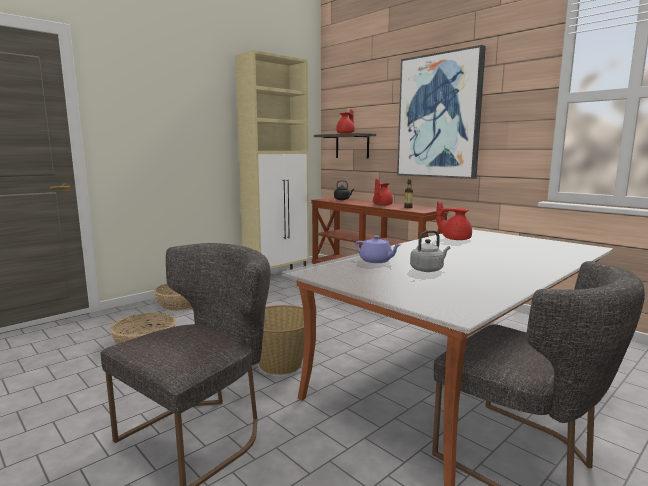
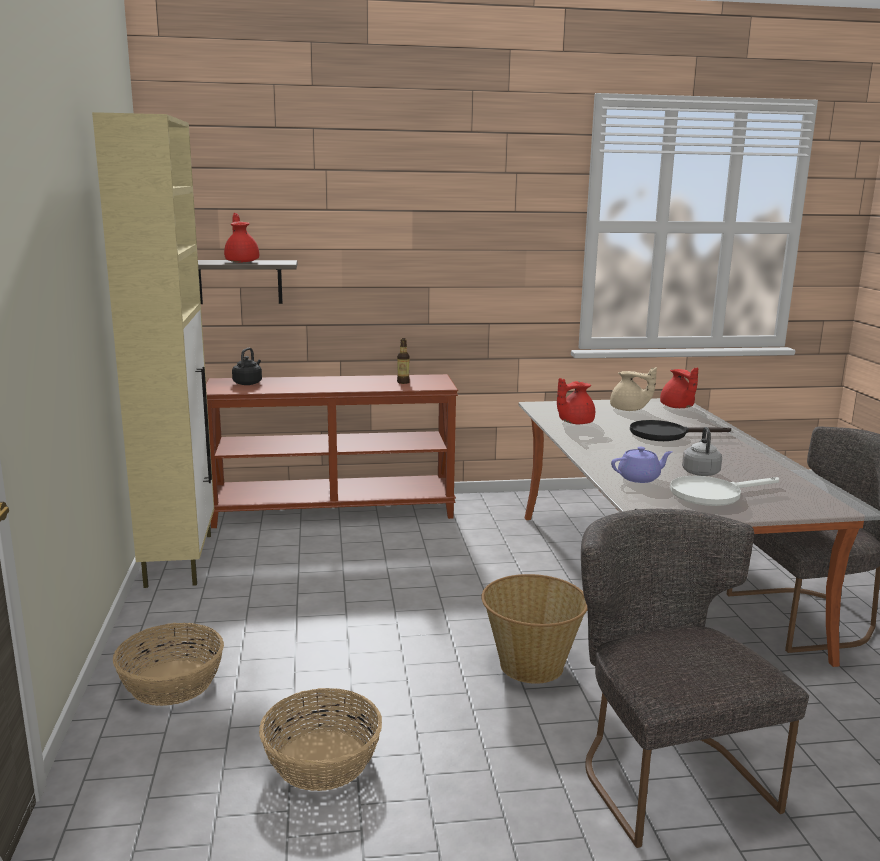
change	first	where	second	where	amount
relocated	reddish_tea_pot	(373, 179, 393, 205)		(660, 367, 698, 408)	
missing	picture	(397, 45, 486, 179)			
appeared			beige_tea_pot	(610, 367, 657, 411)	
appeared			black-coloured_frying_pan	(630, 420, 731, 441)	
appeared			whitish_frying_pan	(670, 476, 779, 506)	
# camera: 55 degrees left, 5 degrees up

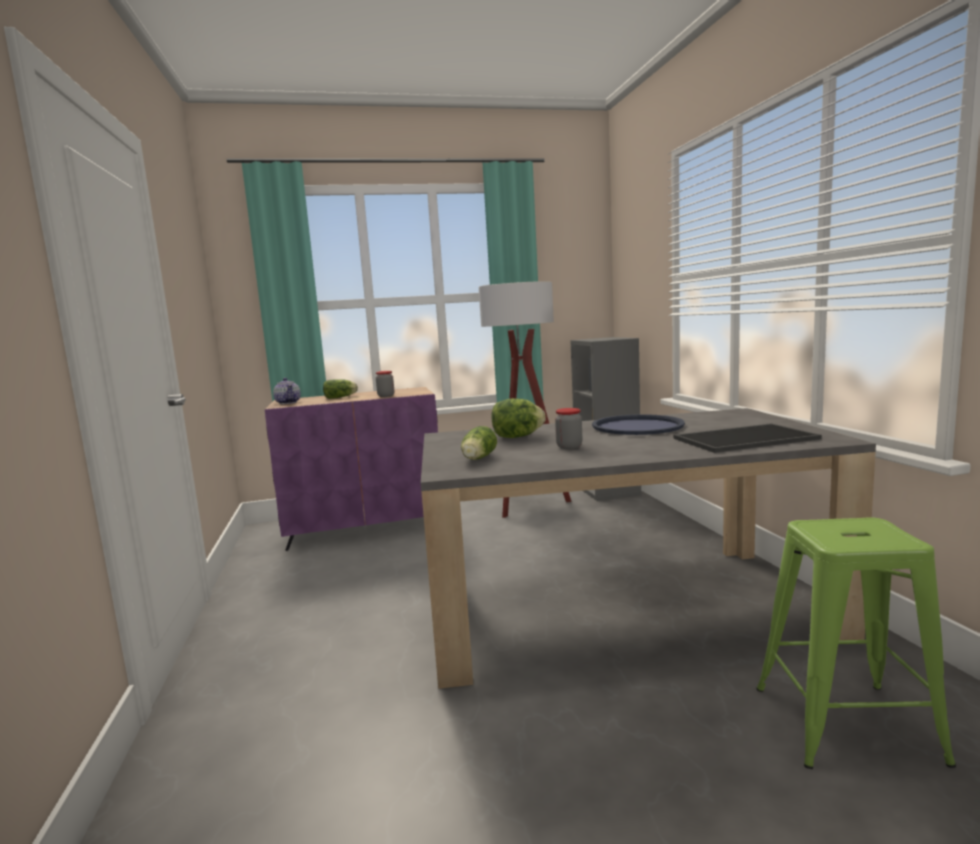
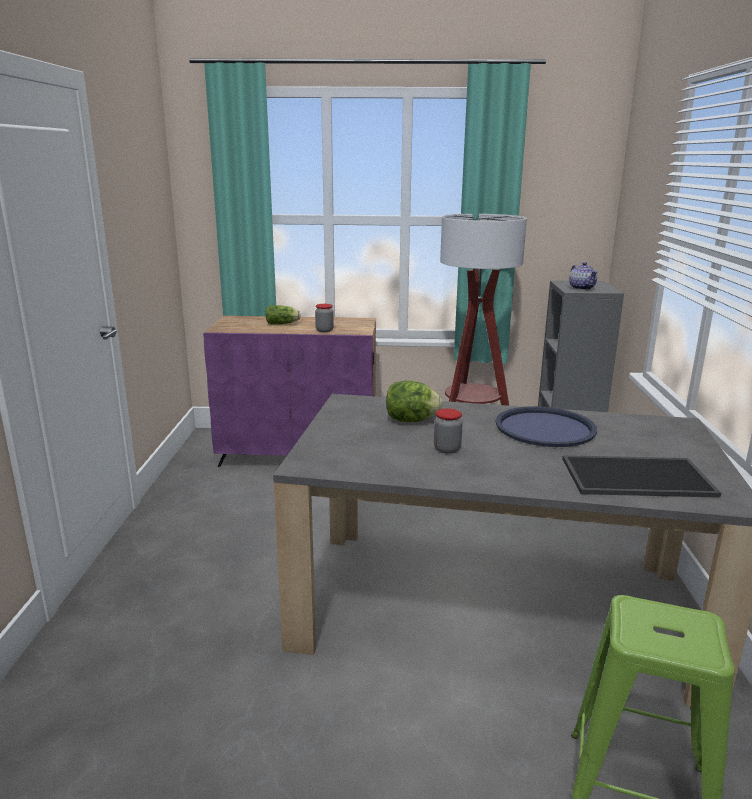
change	first	where	second	where	amount
relocated	tea_pot	(273, 378, 301, 404)		(569, 262, 597, 290)	
missing	head_of_lettuce	(461, 426, 497, 460)			
# camera: 15 degrees right, 10 degrees up

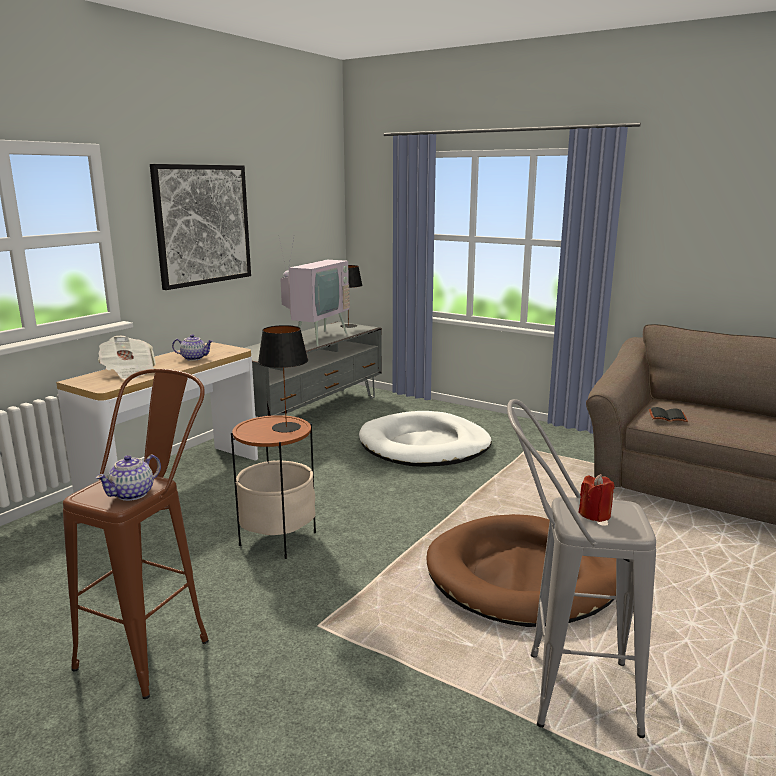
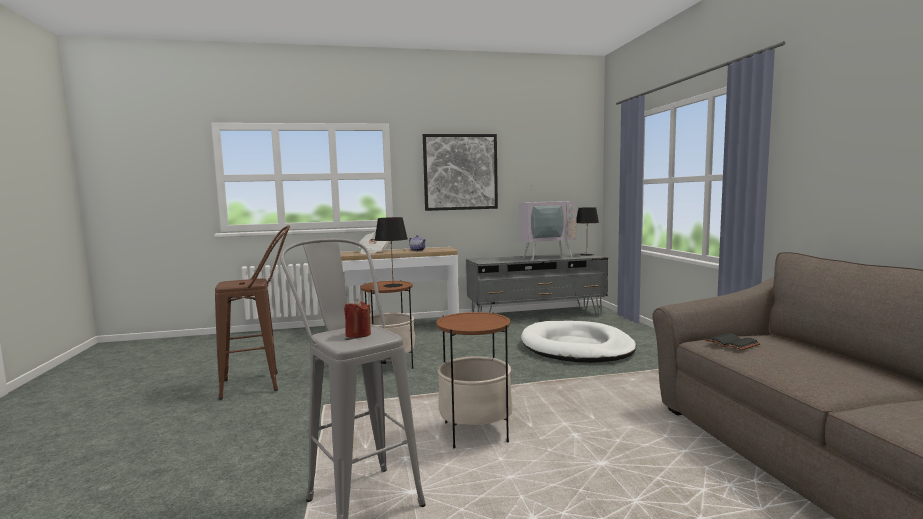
change	first	where	second	where	amount
missing	tea_pot	(95, 454, 161, 501)			
exchanged	brown-coloured_dog_cushion	(427, 514, 616, 627)	side_table	(436, 312, 512, 448)	
# camera: 45 degrees right, 10 degrees down

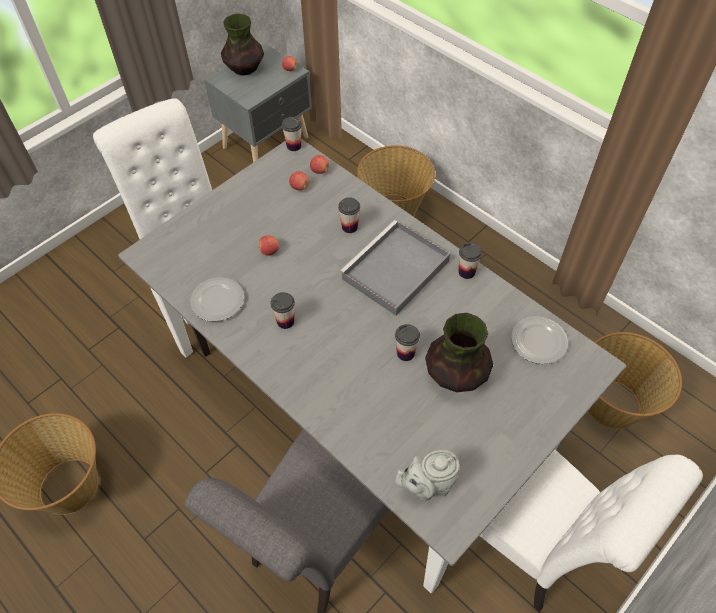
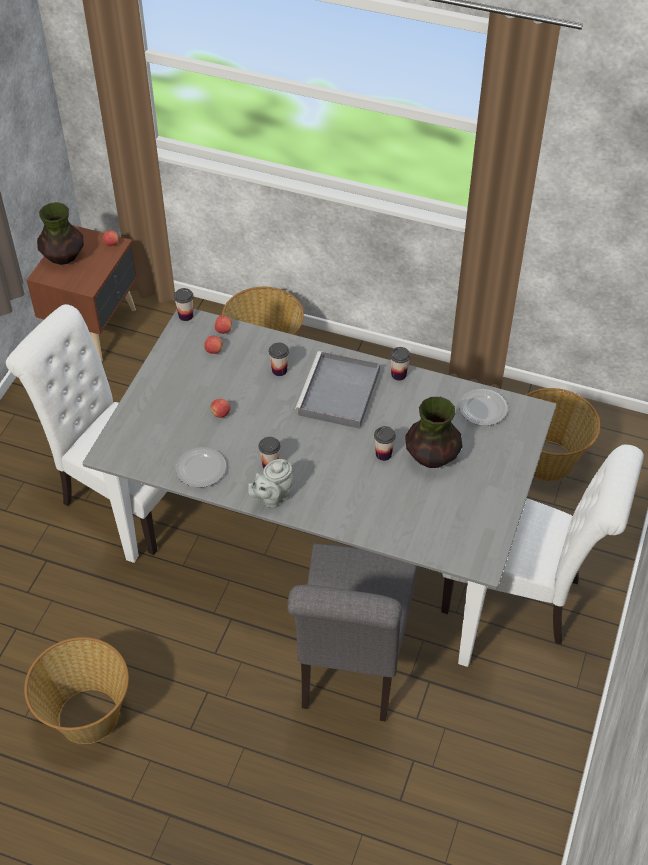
change	first	where	second	where	amount
colour	greyish_nightstand	(204, 43, 312, 162)	brown-coloured_nightstand	(26, 225, 138, 362)	
relocated	greyish_tea_pot	(395, 450, 460, 501)		(248, 459, 293, 509)	
# camera: 25 degrees left, 5 degrees down

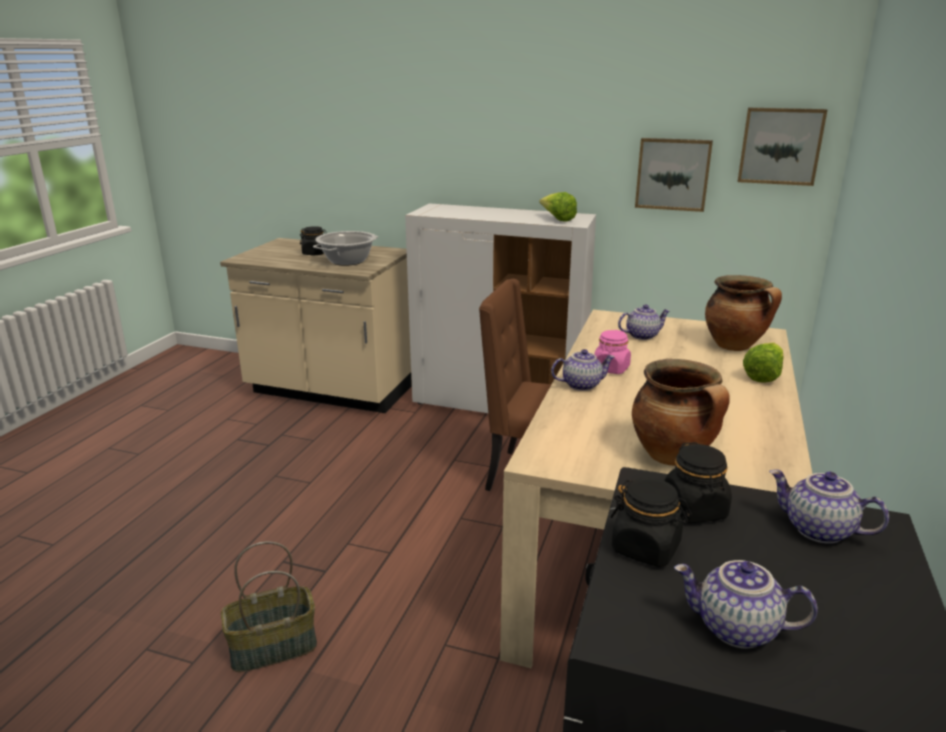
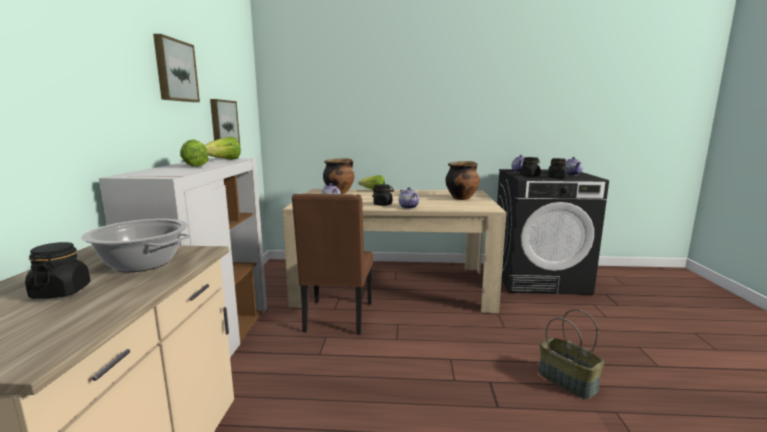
change	first	where	second	where	amount
colour	pinkish_preserve_jar	(594, 330, 631, 374)	black-coloured_preserve_jar	(372, 184, 394, 206)	
relocated	picture	(738, 108, 827, 186)		(153, 34, 200, 102)	
appeared			head_of_lettuce	(180, 139, 209, 167)	
# camera: 105 degrees left, 10 degrees down

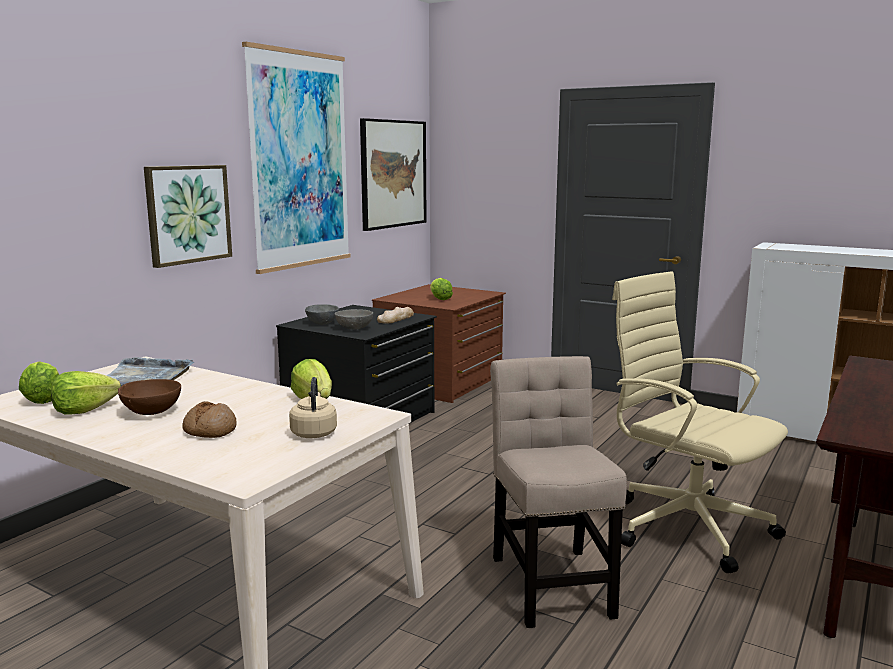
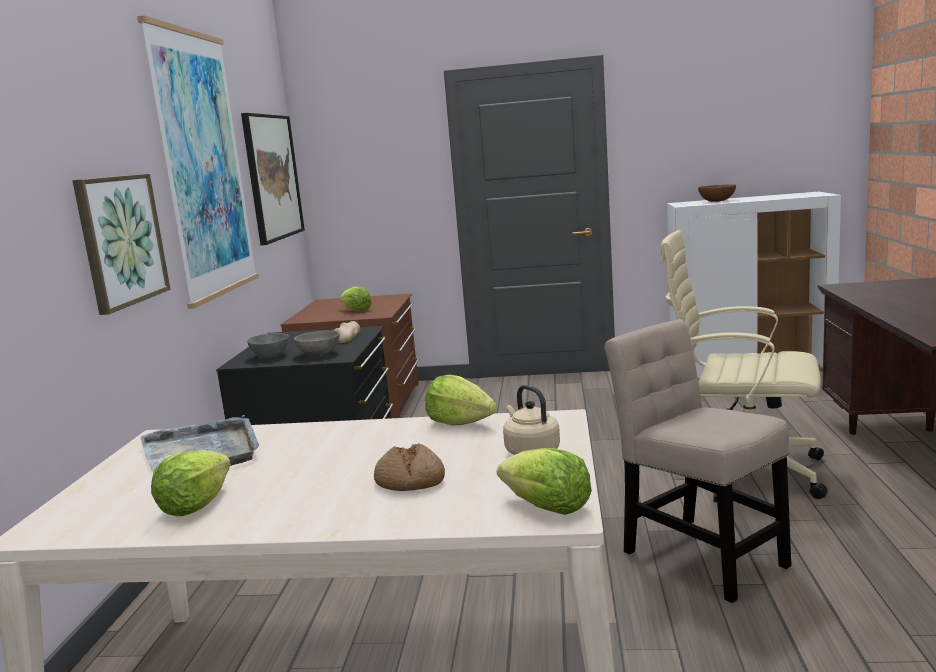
change	first	where	second	where	amount
relocated	head_of_lettuce	(19, 361, 59, 404)		(497, 448, 592, 515)	
relocated	brown-coloured_deep_dish	(118, 379, 181, 415)		(698, 184, 736, 202)	
# camera: 25 degrees left, 0 degrees up

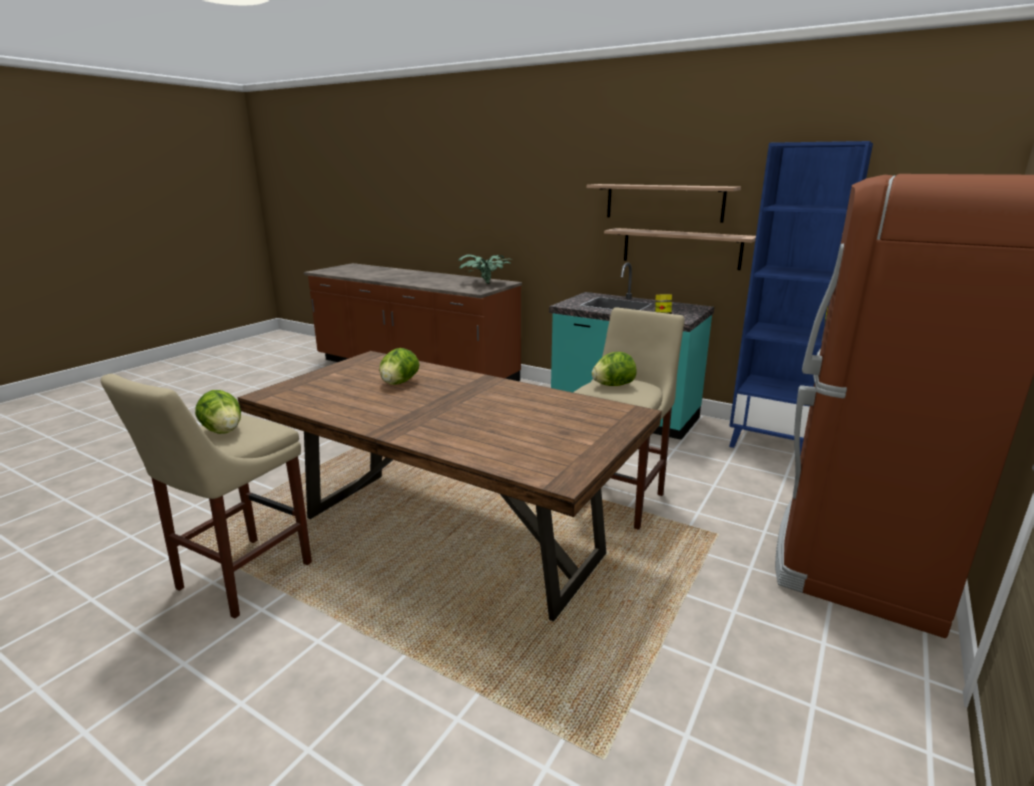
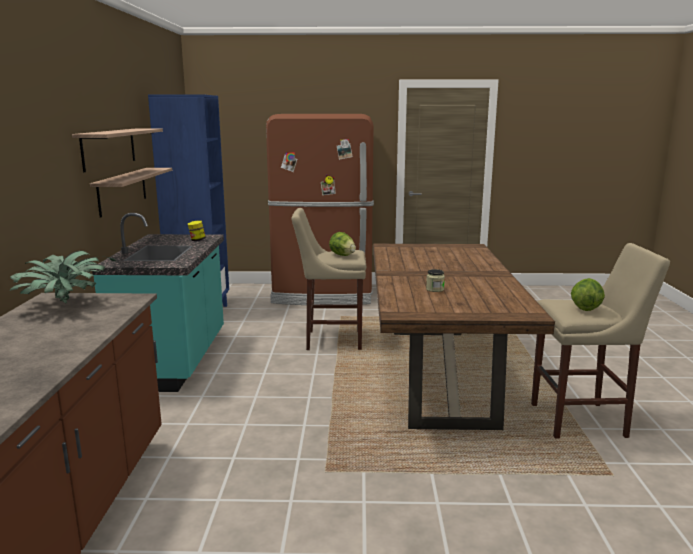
change	first	where	second	where	amount
exchanged	head_of_lettuce	(379, 348, 420, 385)	preserve_jar	(426, 269, 445, 292)	
# camera: 120 degrees left, 5 degrees down

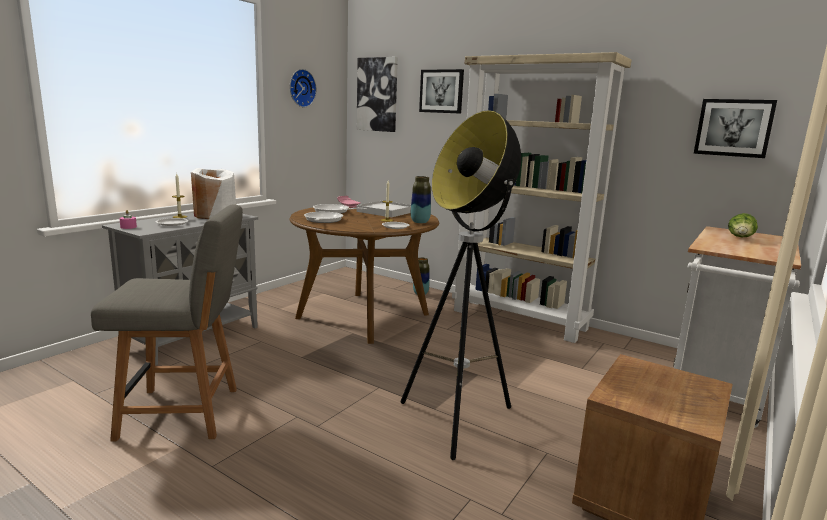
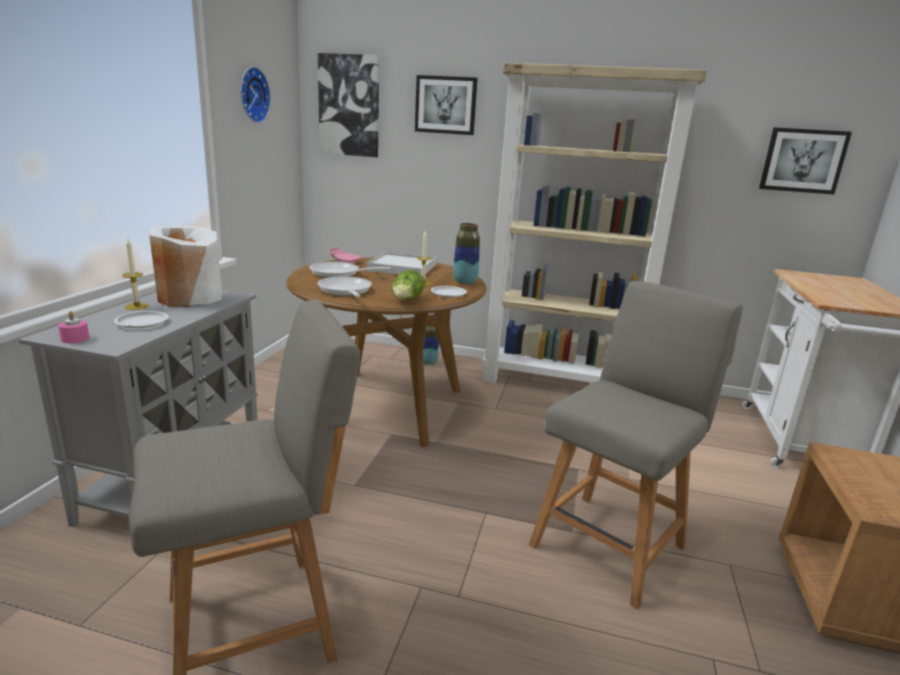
change	first	where	second	where	amount
exchanged	standard_lamp	(400, 110, 521, 460)	greyish_upright_chair	(529, 281, 743, 609)	
relocated	head_of_lettuce	(728, 213, 758, 237)		(392, 270, 425, 300)	
# camera: 20 degrees left, 5 degrees up

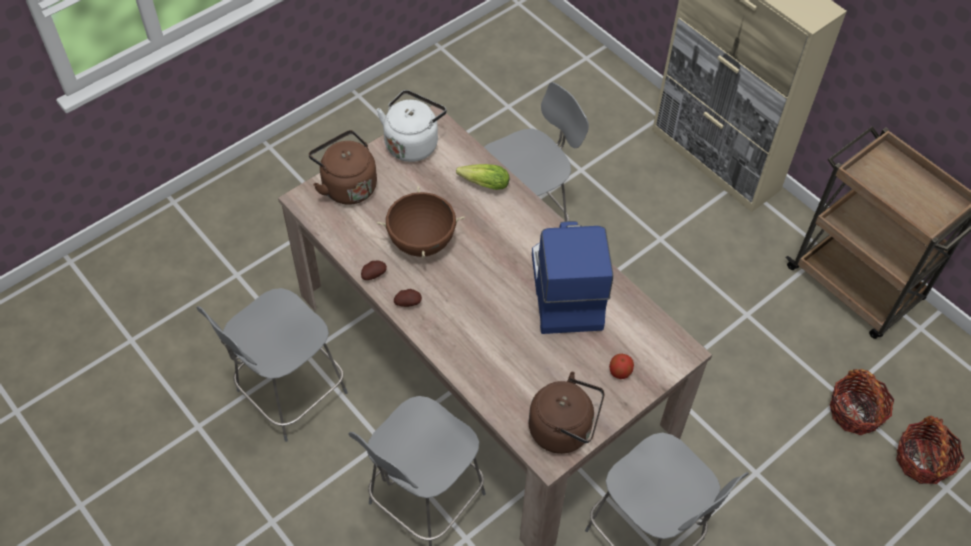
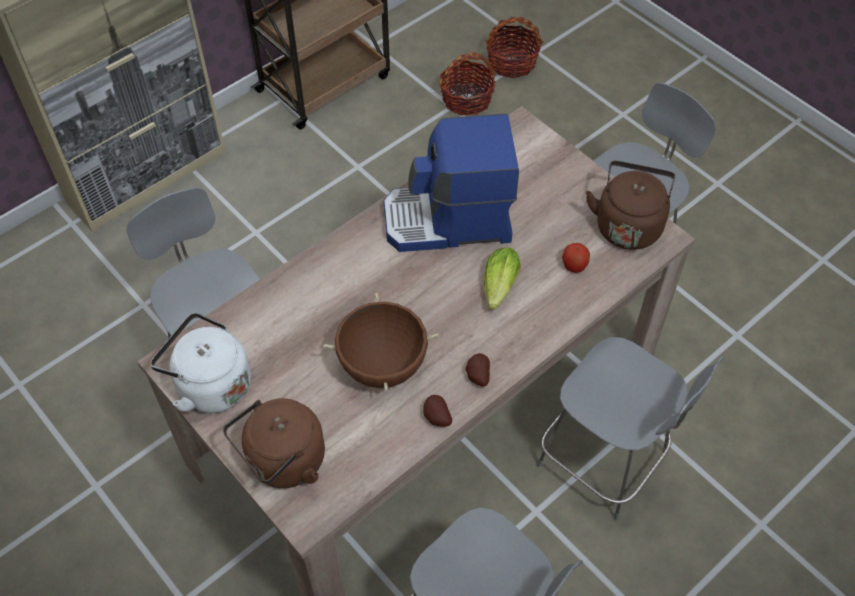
change	first	where	second	where	amount
relocated	head_of_lettuce	(456, 164, 509, 190)		(484, 247, 521, 310)	
relocated	apple	(609, 354, 634, 379)		(562, 243, 590, 273)	
# camera: 90 degrees left, 0 degrees up

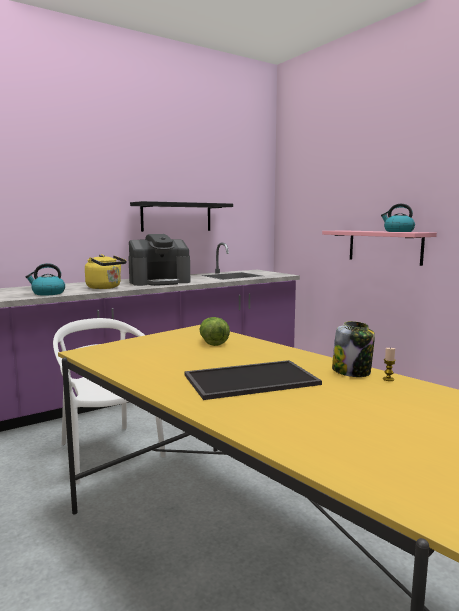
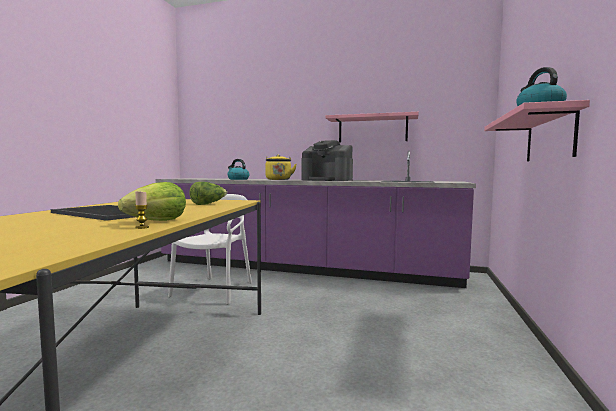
change	first	where	second	where	amount
colour	black-coloured_bracket_shelf	(130, 201, 233, 232)	pinkish_bracket_shelf	(325, 112, 419, 142)	
exchanged	preserve_jar	(332, 321, 375, 377)	head_of_lettuce	(118, 182, 186, 221)	
# camera: 50 degrees right, 5 degrees down

